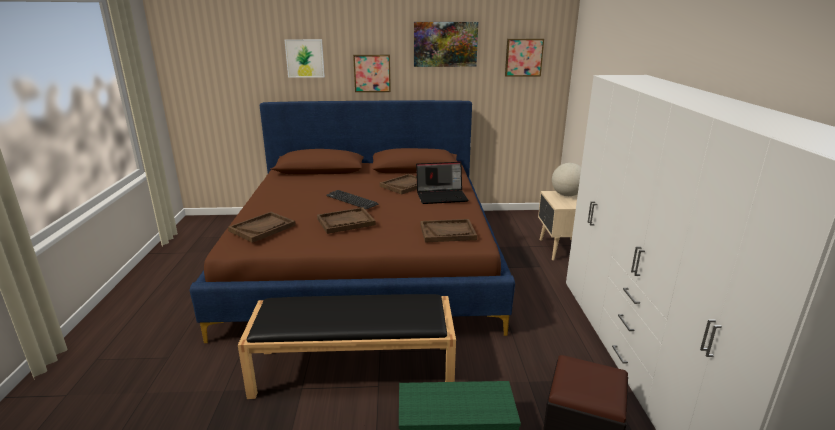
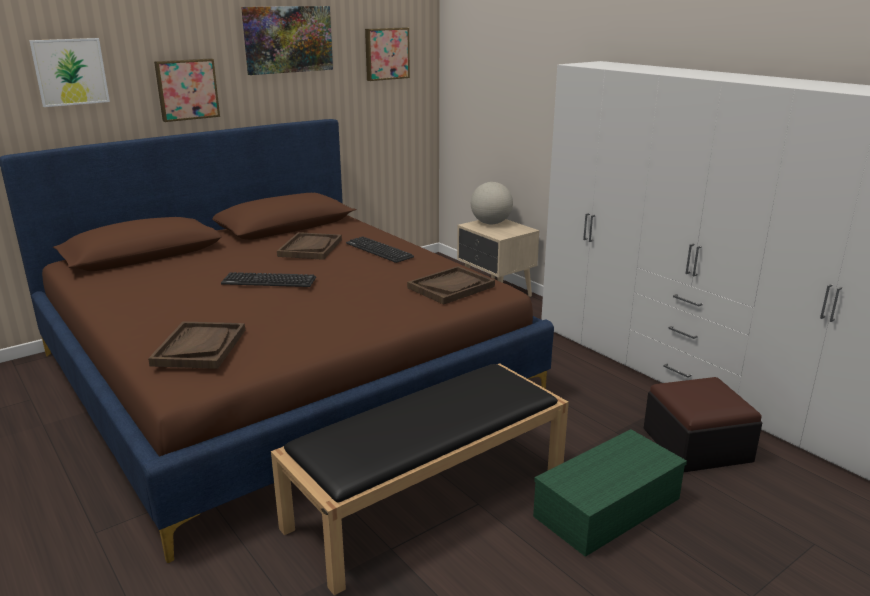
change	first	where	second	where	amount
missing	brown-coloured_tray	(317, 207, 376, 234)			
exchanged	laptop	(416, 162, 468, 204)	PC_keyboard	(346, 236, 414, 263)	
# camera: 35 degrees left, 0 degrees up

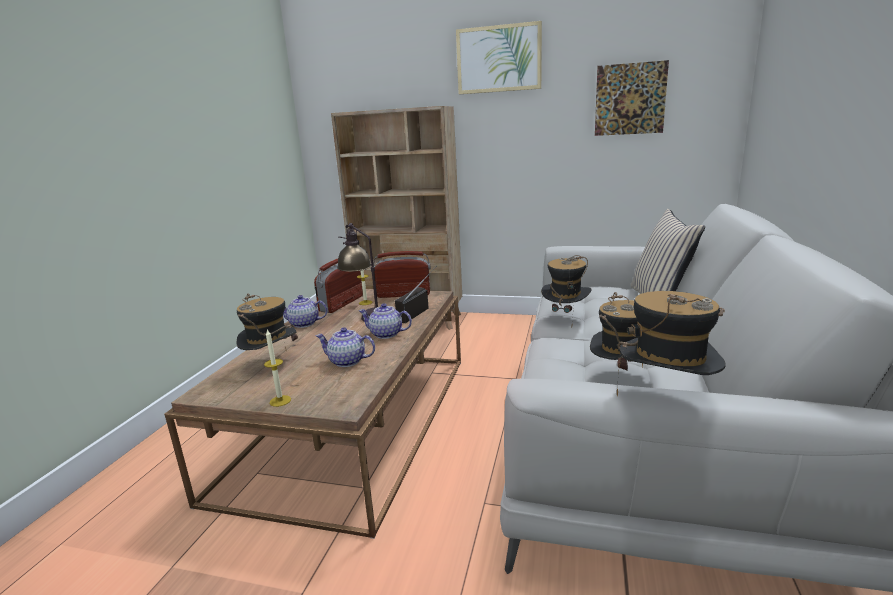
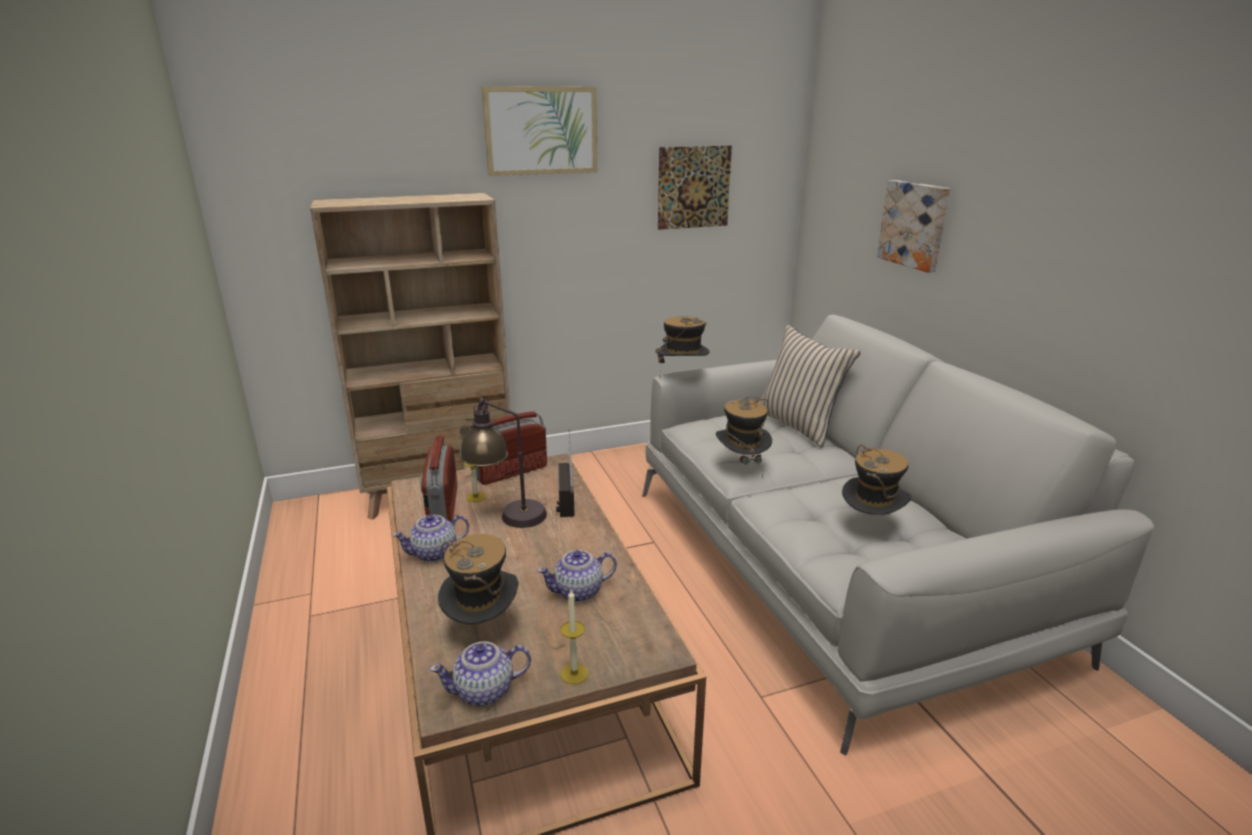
change	first	where	second	where	amount
relocated	tea_pot	(359, 303, 412, 339)		(429, 641, 531, 706)	
relocated	wearable_hat	(617, 291, 726, 396)		(655, 317, 710, 364)	
appeared			picture	(877, 180, 950, 273)	
# camera: 35 degrees left, 5 degrees up

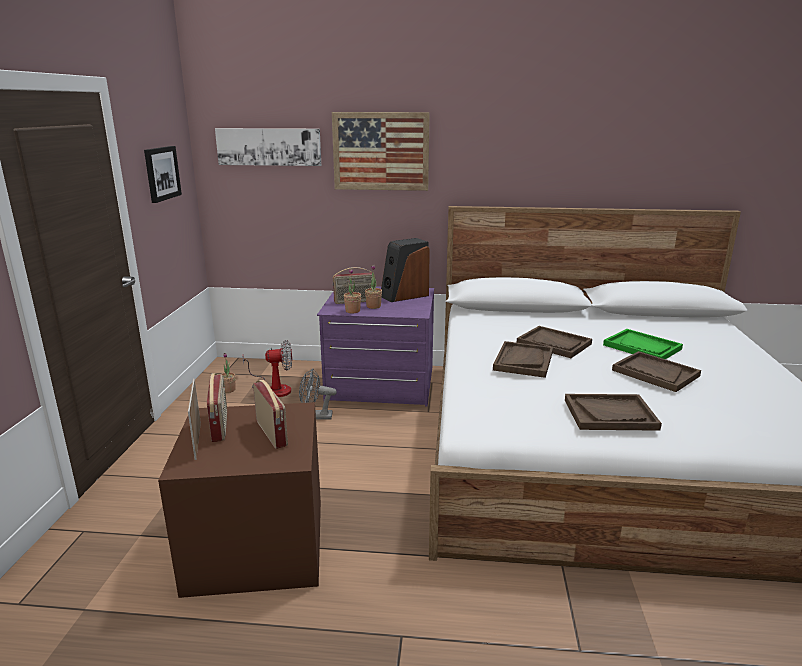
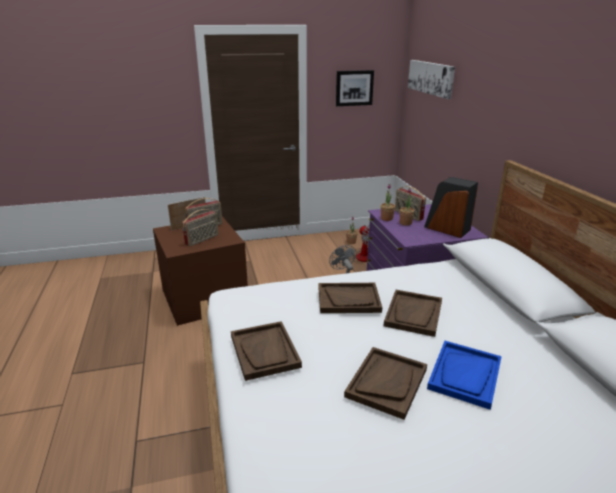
change	first	where	second	where	amount
missing	picture	(332, 112, 430, 191)			
colour	green-coloured_tray	(603, 329, 683, 359)	blue_tray	(427, 341, 502, 410)	
# camera: 70 degrees right, 5 degrees up

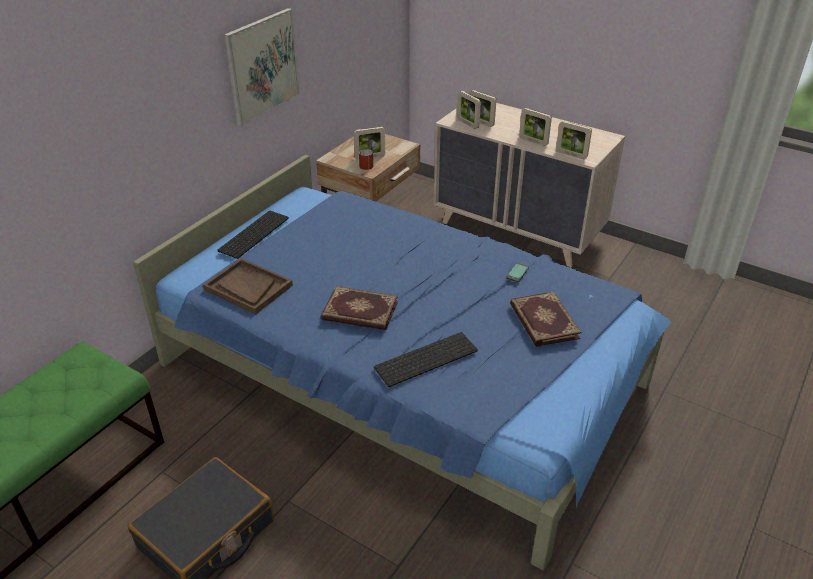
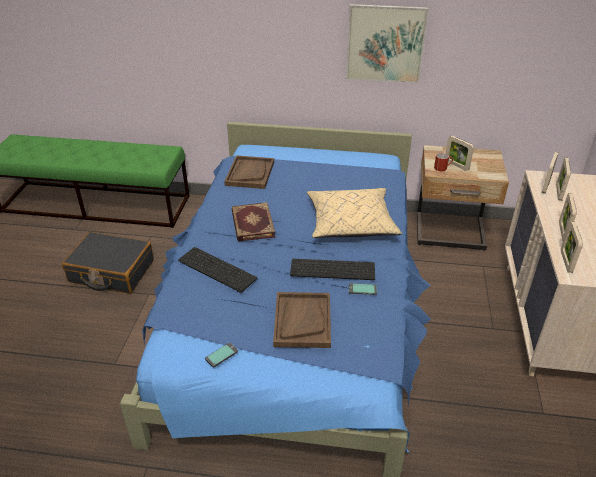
change	first	where	second	where	amount
relocated	PC_keyboard	(217, 210, 289, 259)		(290, 259, 375, 280)	
exchanged	book	(510, 291, 582, 347)	brown-coloured_tray	(273, 292, 331, 348)	
appeared			handset	(205, 343, 238, 367)	
appeared			beige_throw_pillow	(307, 188, 402, 238)	
# camera: 65 degrees right, 0 degrees up

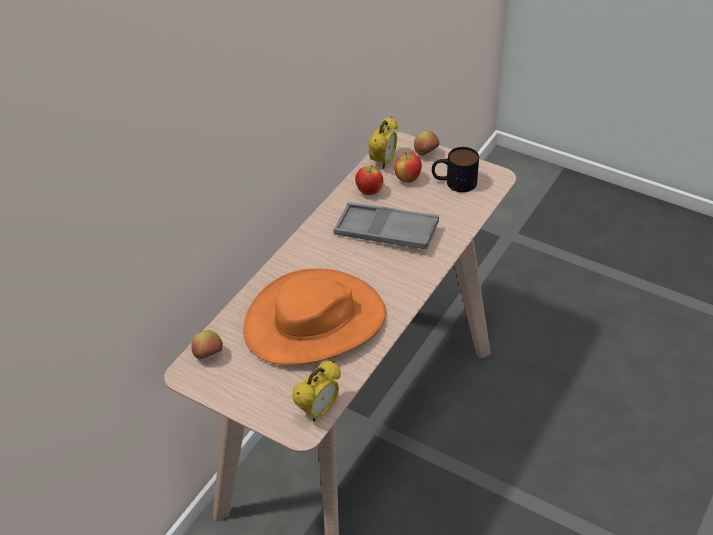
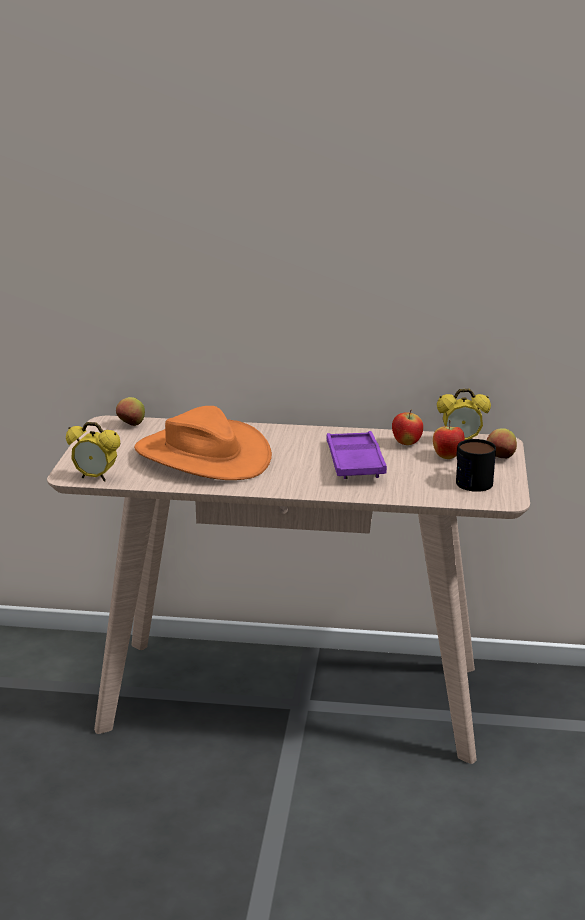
change	first	where	second	where	amount
colour	greyish_tray	(334, 202, 439, 249)	purple_tray	(327, 431, 387, 479)	
# camera: 65 degrees right, 20 degrees down

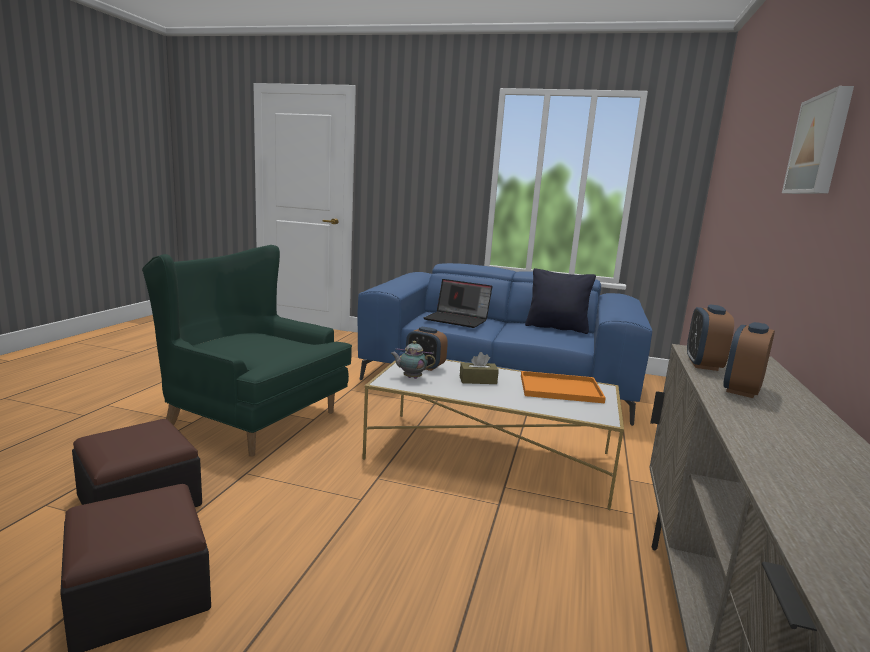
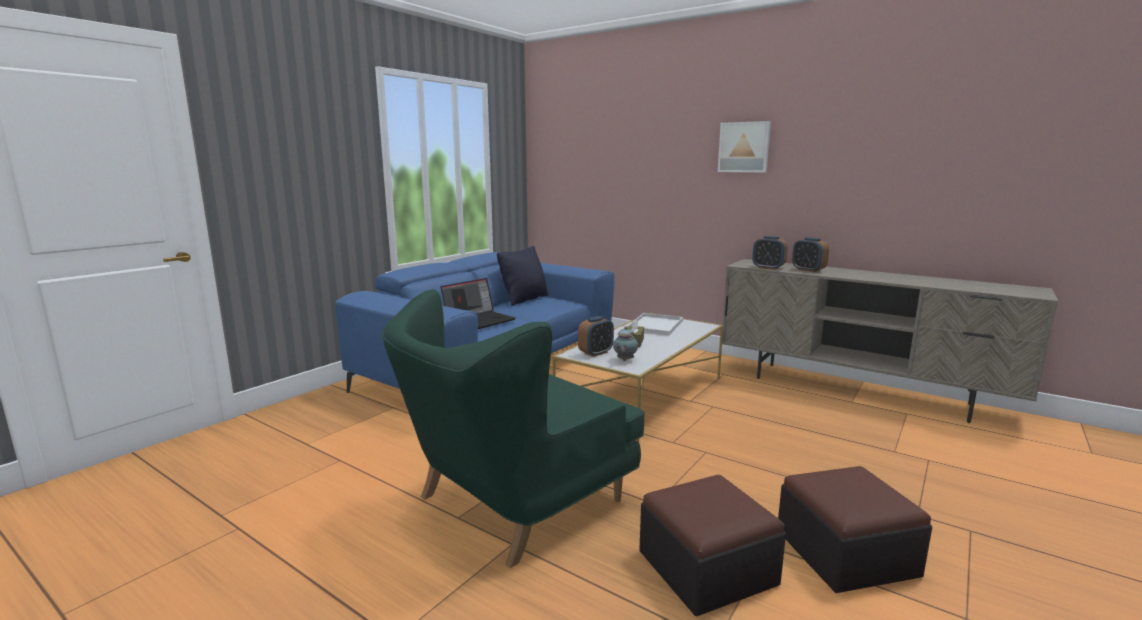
change	first	where	second	where	amount
colour	orange_tray	(521, 371, 606, 404)	whitish_tray	(627, 313, 683, 336)	
# camera: 70 degrees left, 0 degrees up

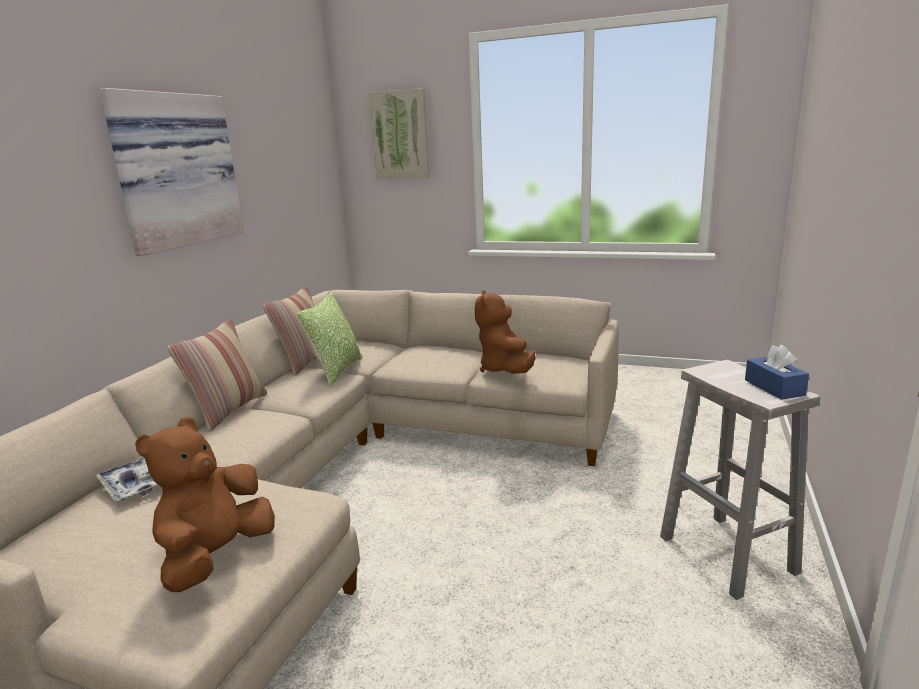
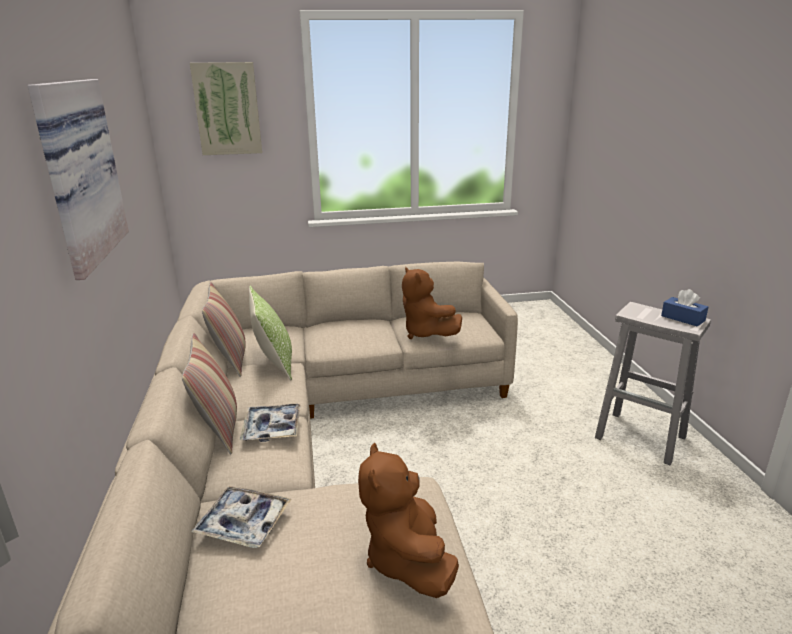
change	first	where	second	where	amount
appeared			tray	(240, 403, 301, 442)	
# camera: 30 degrees left, 5 degrees up

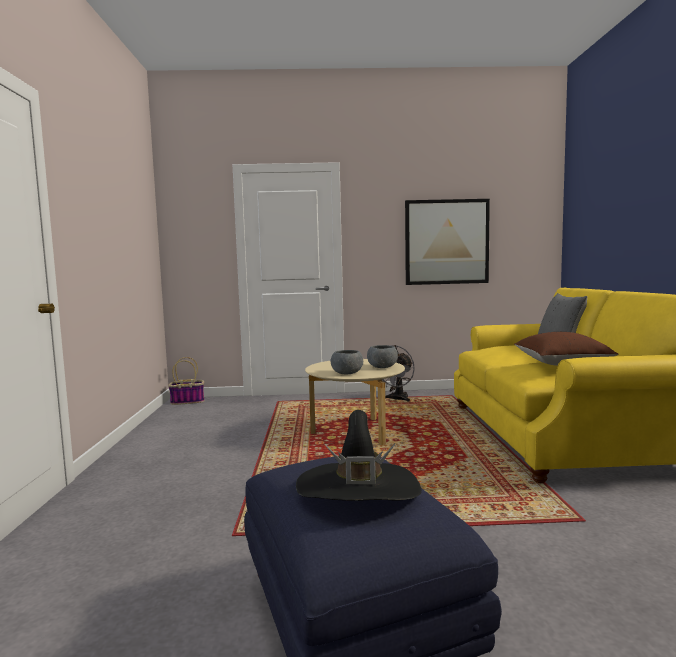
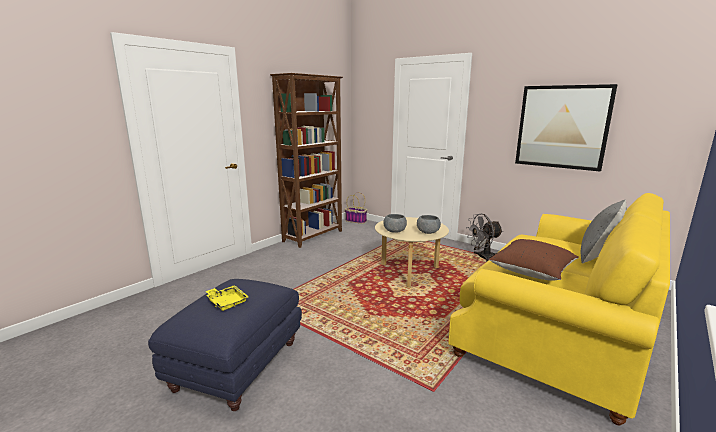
change	first	where	second	where	amount
exchanged	black-coloured_wearable_hat	(296, 410, 422, 501)	yellow_tray	(206, 285, 249, 311)	
appeared			brown-coloured_bookshelf	(270, 73, 343, 248)	
# camera: 40 degrees right, 10 degrees up

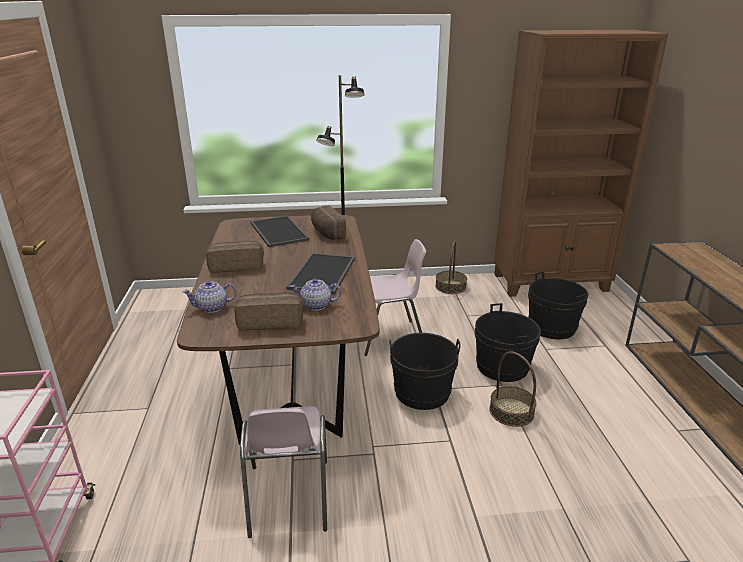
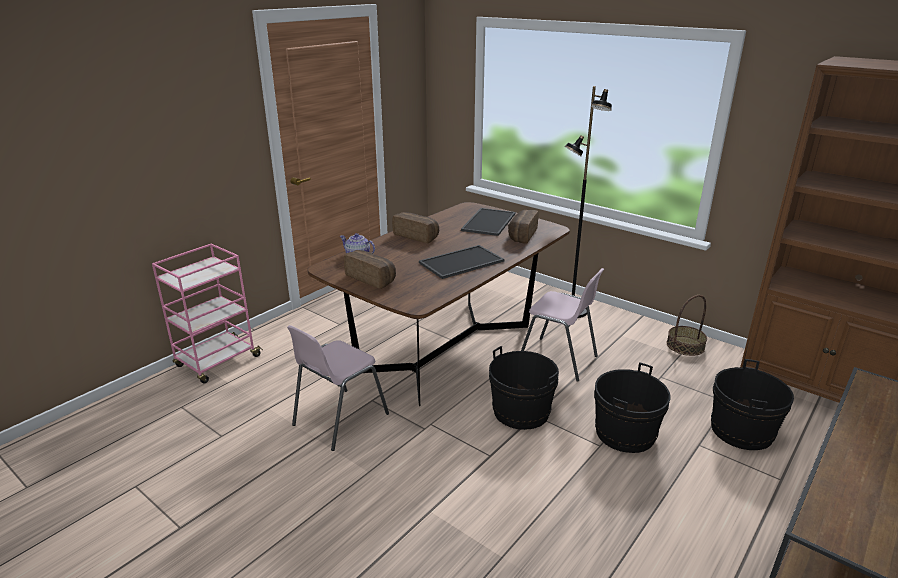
change	first	where	second	where	amount
missing	tea_pot	(290, 278, 341, 311)			
missing	storage_basket	(489, 351, 536, 427)			
# camera: 45 degrees right, 0 degrees up

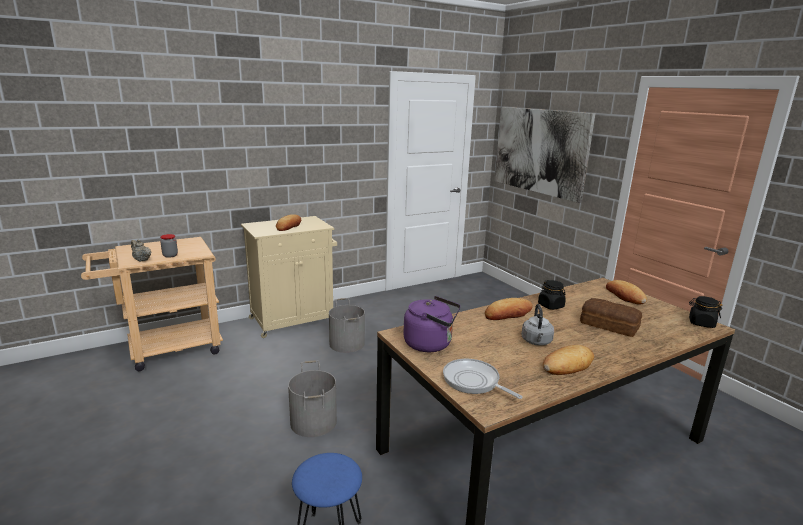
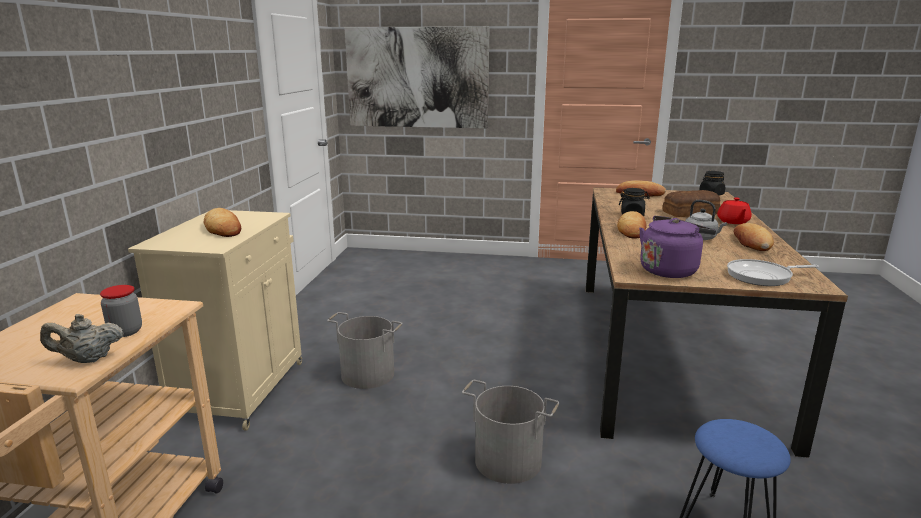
change	first	where	second	where	amount
appeared			reddish_tea_pot	(717, 197, 752, 224)	
# camera: 50 degrees left, 0 degrees up

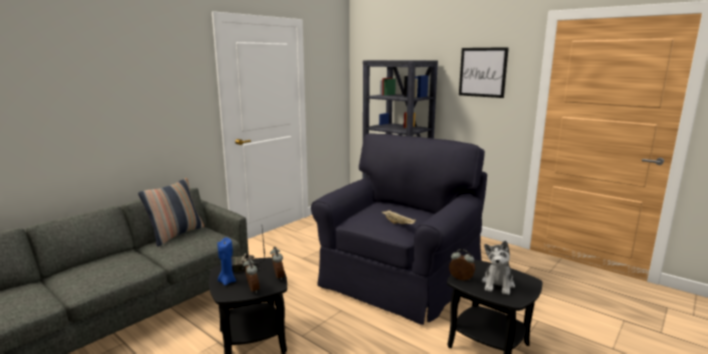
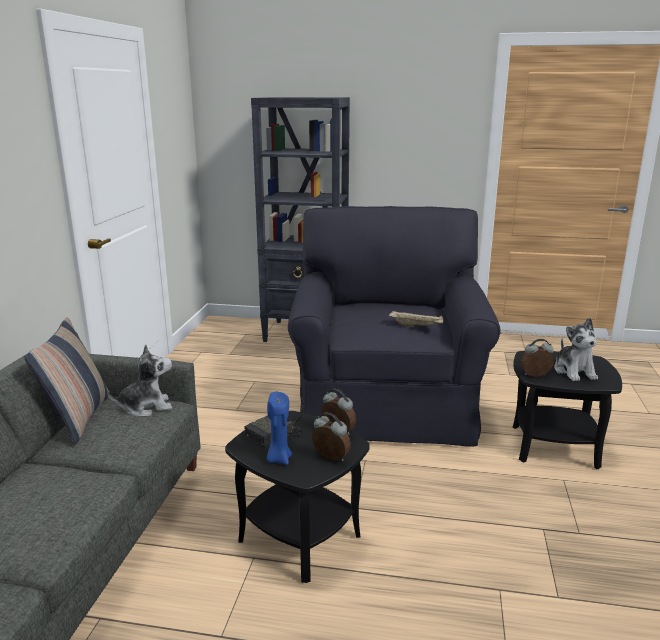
change	first	where	second	where	amount
missing	picture	(459, 47, 509, 98)			
appeared			soft_toy	(107, 344, 172, 416)	
# camera: 30 degrees left, 5 degrees up

